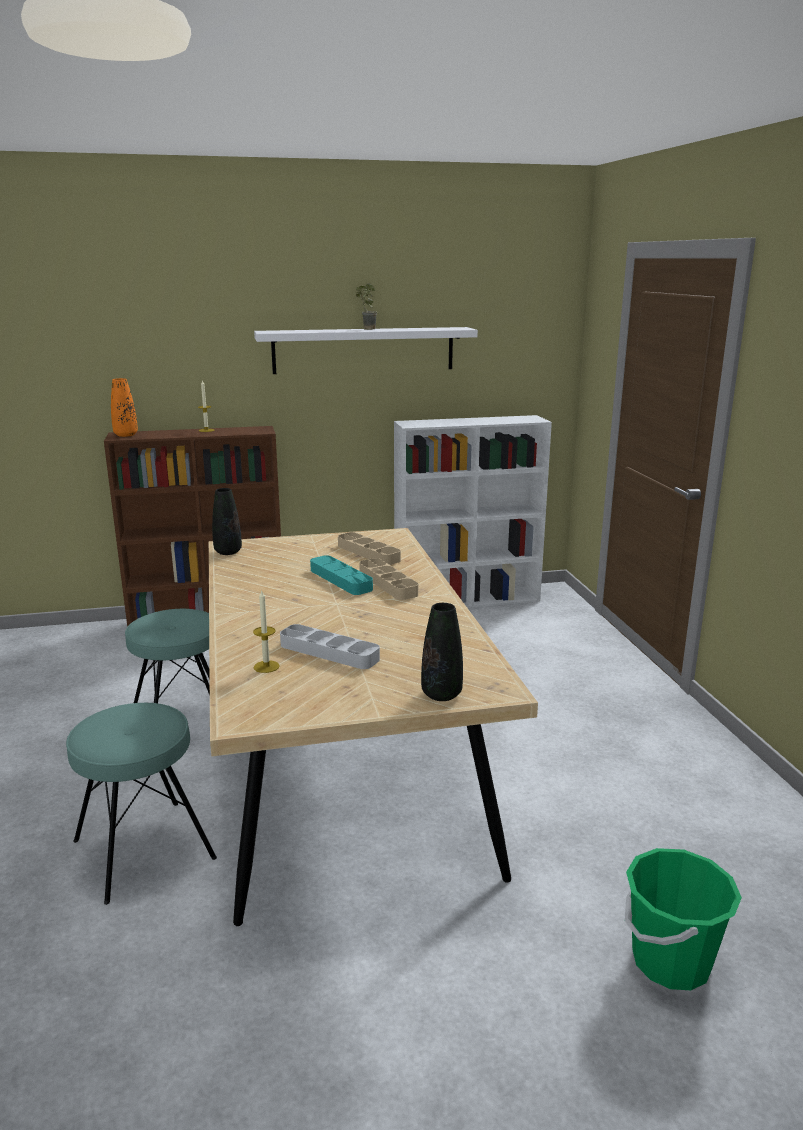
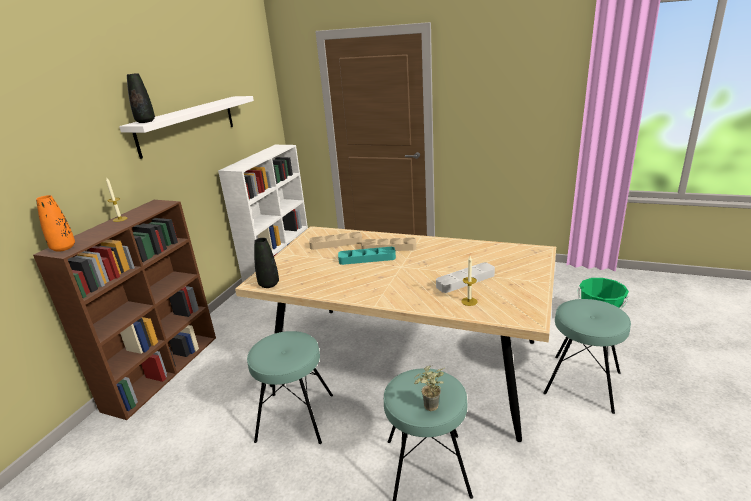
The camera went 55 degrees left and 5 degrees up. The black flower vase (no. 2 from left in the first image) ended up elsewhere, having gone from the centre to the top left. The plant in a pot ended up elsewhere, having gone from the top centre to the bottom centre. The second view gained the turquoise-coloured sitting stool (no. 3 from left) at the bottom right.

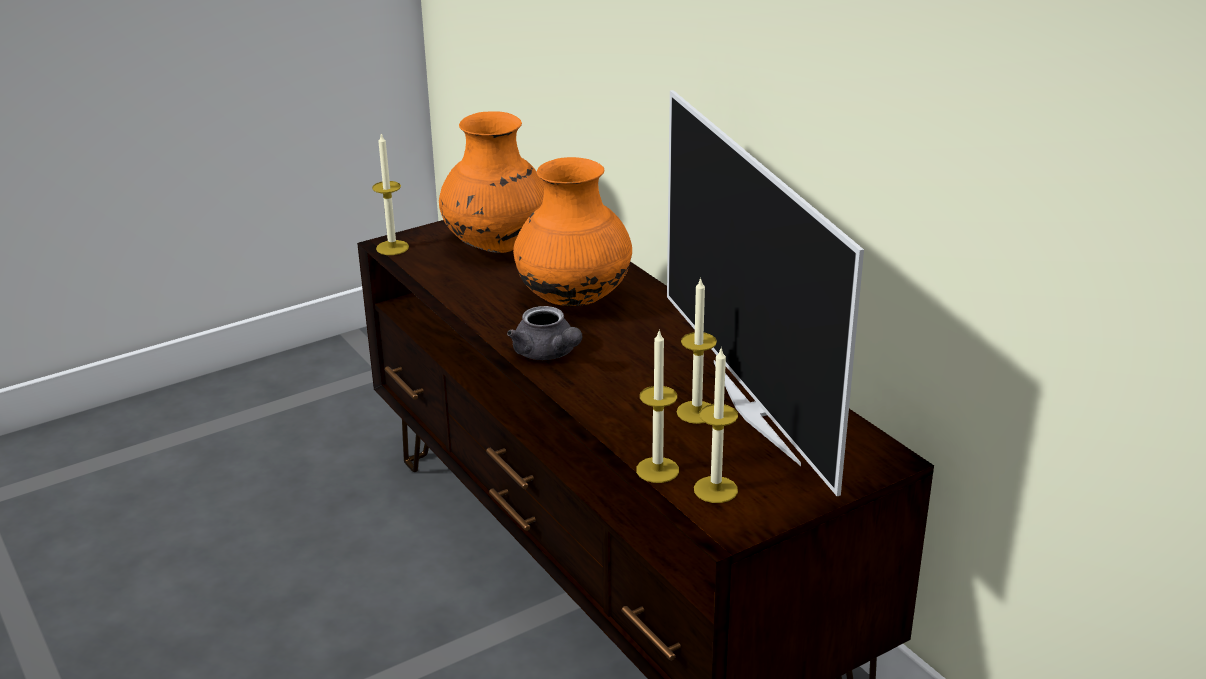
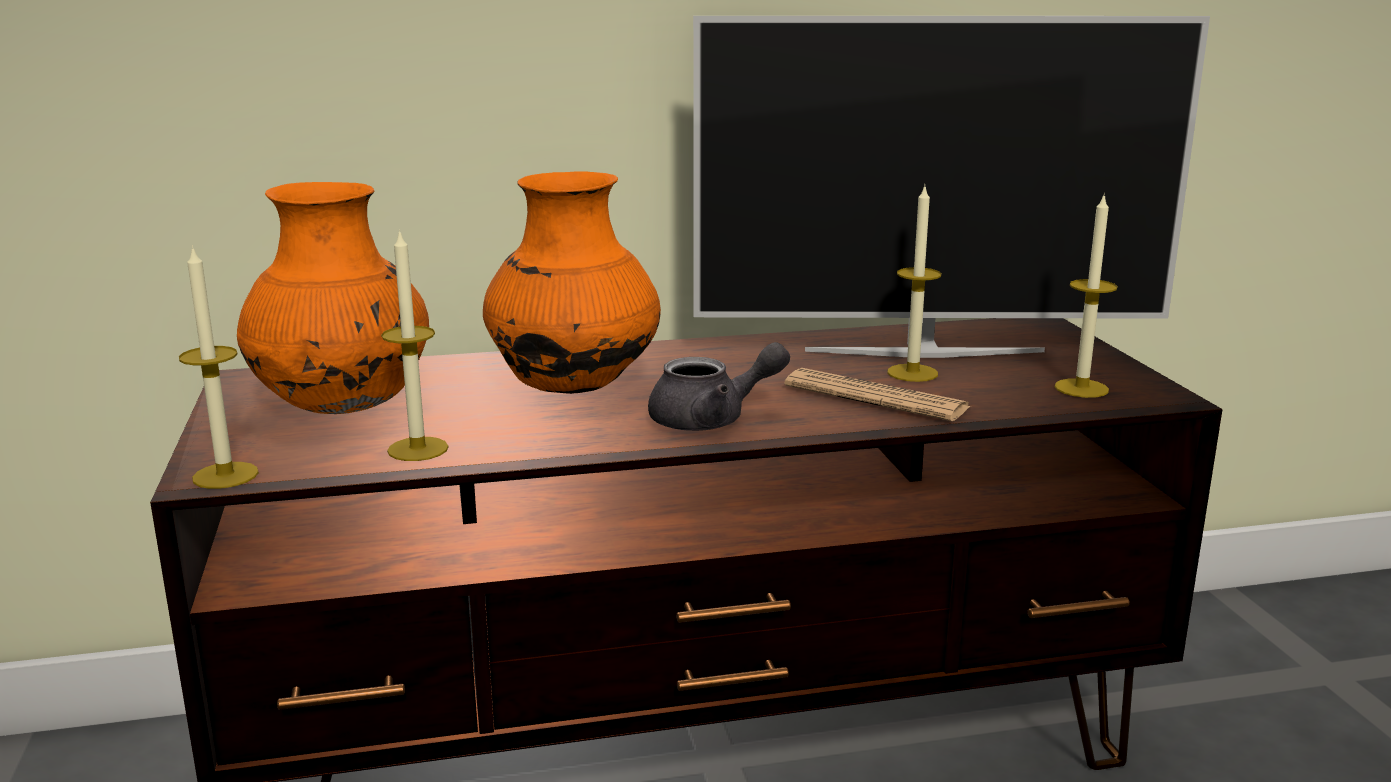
The camera went 70 degrees left and 10 degrees down. The candle (no. 2 from left) ended up elsewhere, having gone from the centre to the middle left. The second view gained the daily paper at the centre.

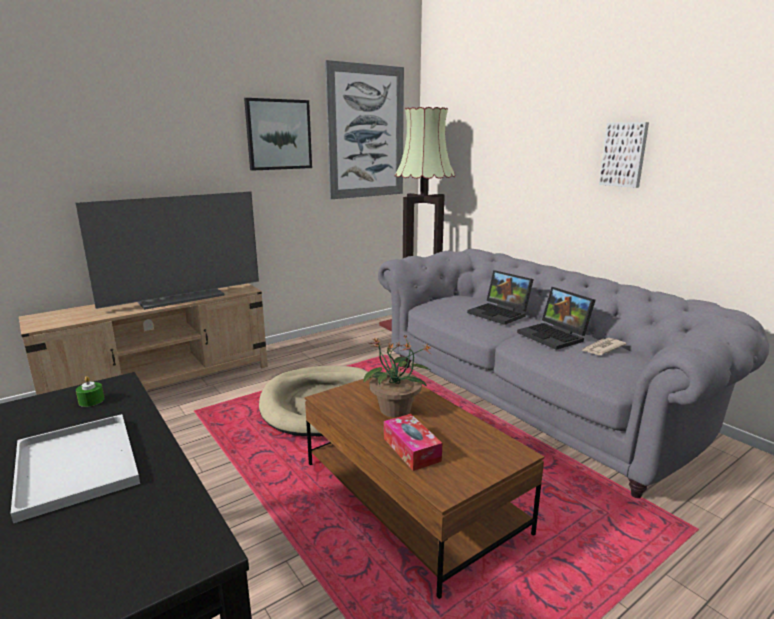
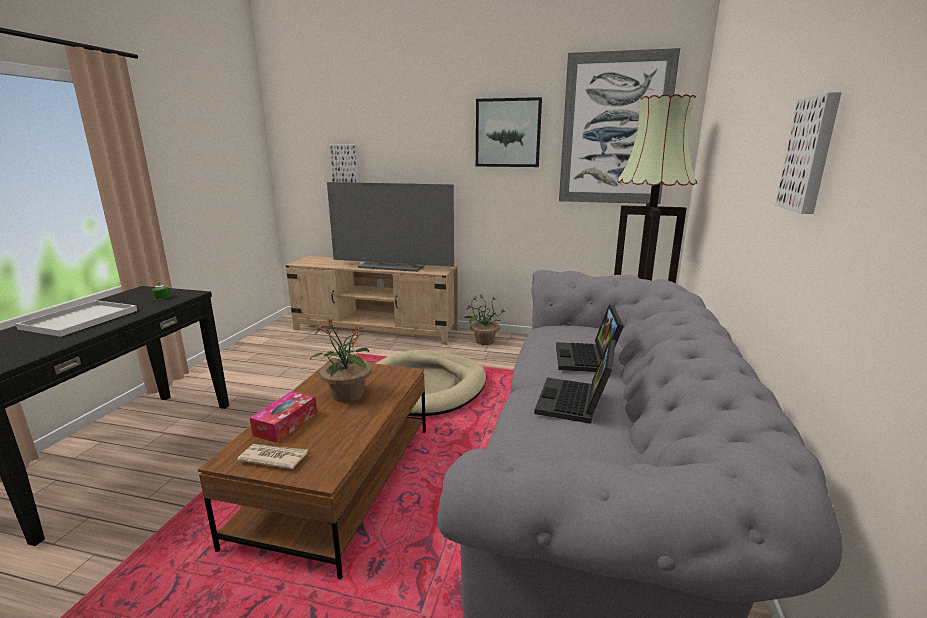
The camera went 50 degrees right and 0 degrees up. The daily paper ended up elsewhere, having gone from the middle right to the bottom left. The second view gained the picture (no. 1 from left) at the top centre. The second view gained the plant in a pot (no. 2 from left) at the centre.

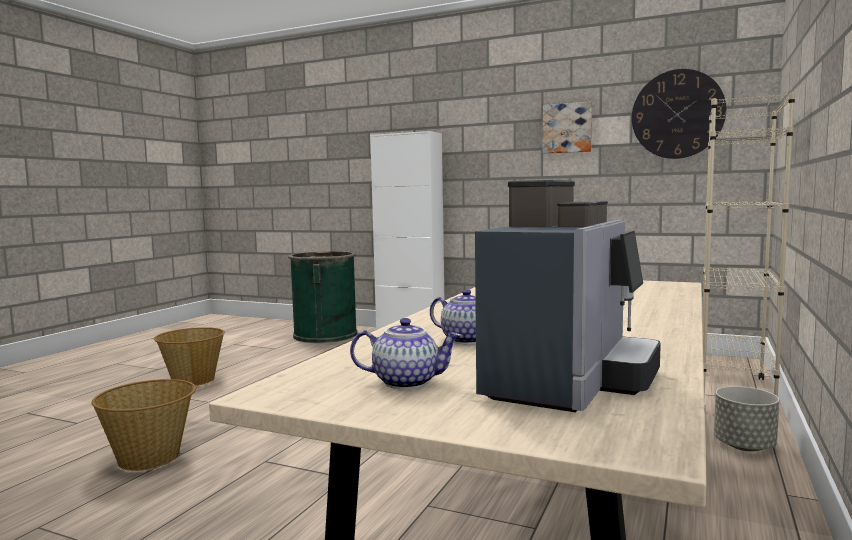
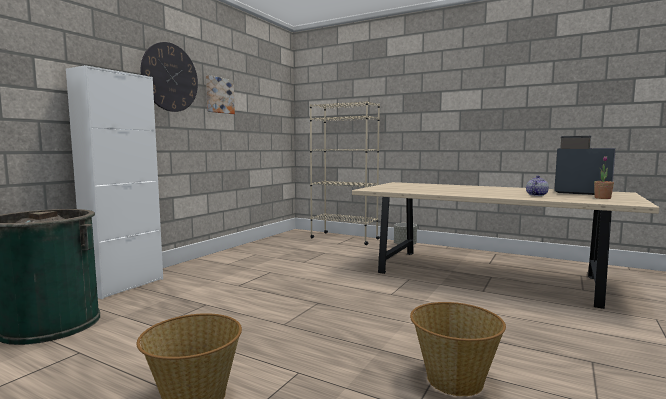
The camera went 85 degrees left and 0 degrees up. The wall clock ended up elsewhere, having gone from the top right to the top left. Where the tea pot (no. 1 from left) stood at the centre, the plant in a pot came to stand at the middle right.

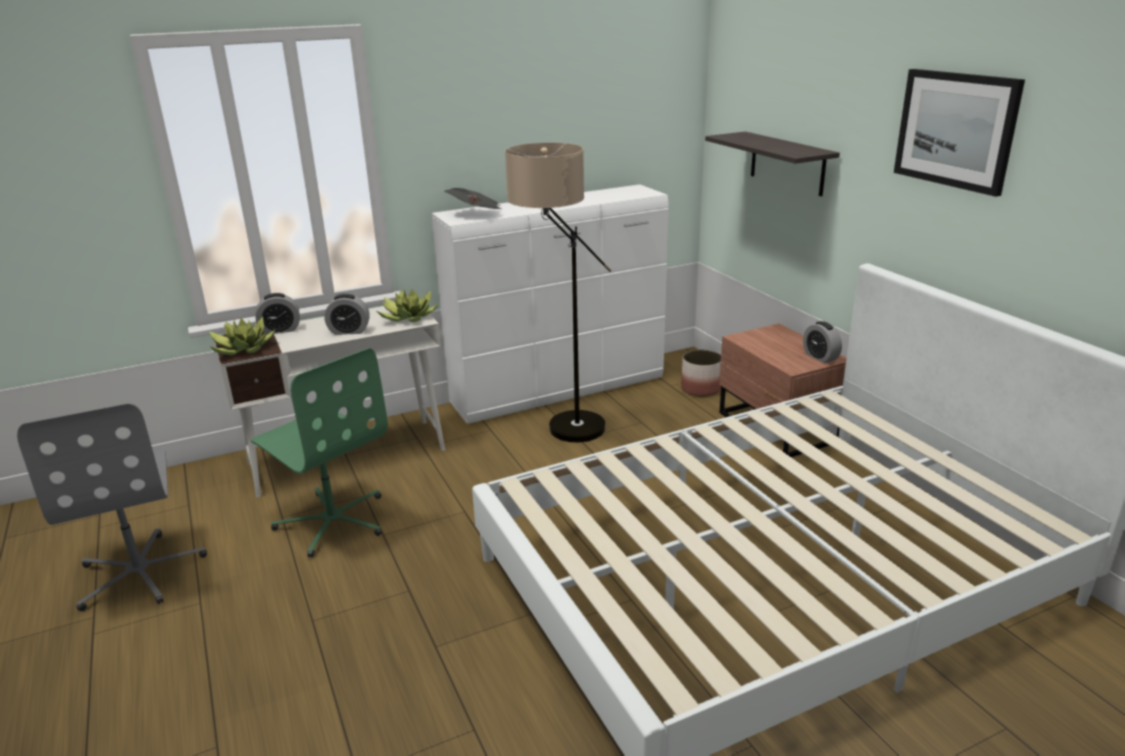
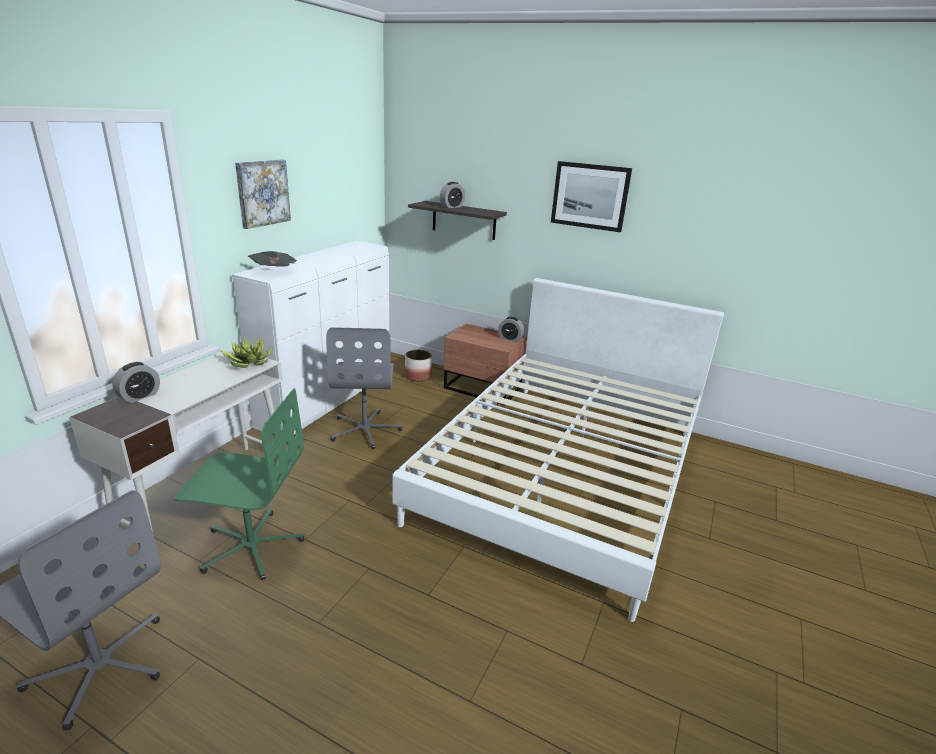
The camera went 40 degrees left and 0 degrees up. The second view gained the picture (no. 1 from left) at the top left. Where the standing lamp stood at the centre, the gray desk chair (no. 2 from left) came to stand at the centre. The alarm clock (no. 2 from left) ended up elsewhere, having gone from the middle left to the top centre. The second view lost the plant in a pot (no. 1 from left) at the middle left.

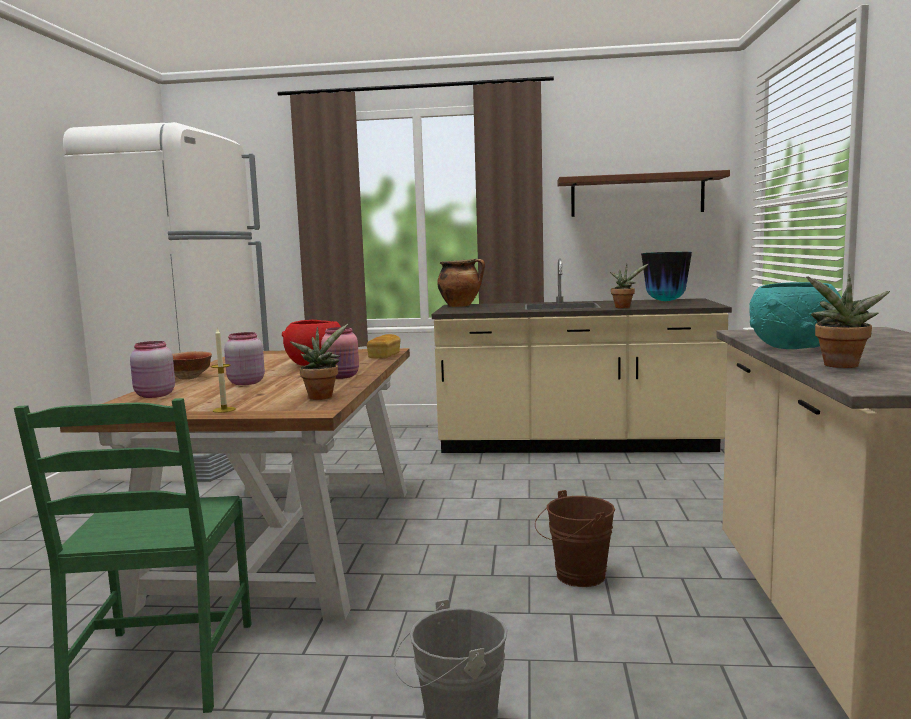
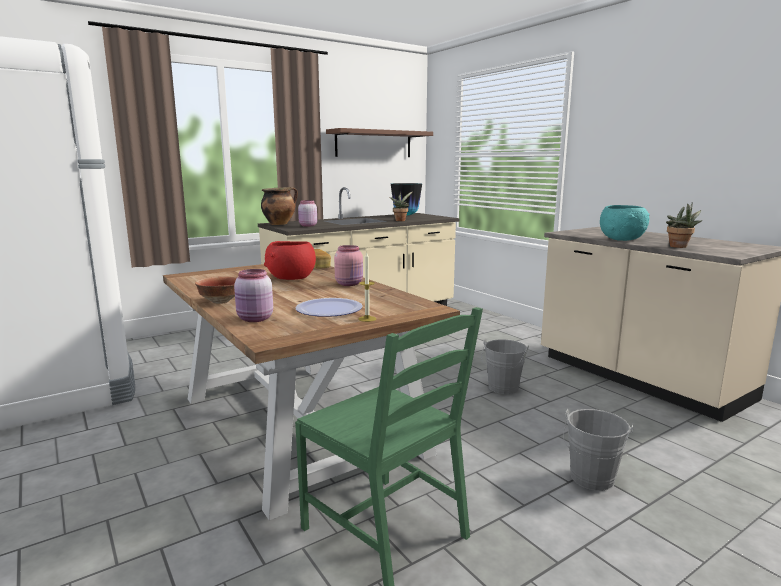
The camera went 40 degrees left and 5 degrees up. The second view gained the dinner plate at the centre. The pinkish jar (no. 2 from left) ended up elsewhere, having gone from the middle left to the centre. What was the brown-coloured pail at the bottom centre turned into the gray pail (no. 1 from left) at the centre. The second view lost the plant in a pot (no. 1 from left) at the centre.

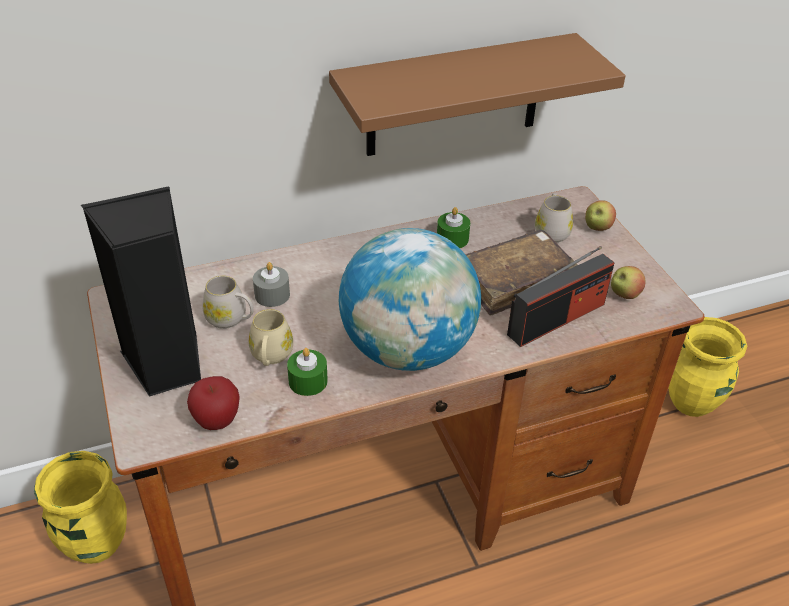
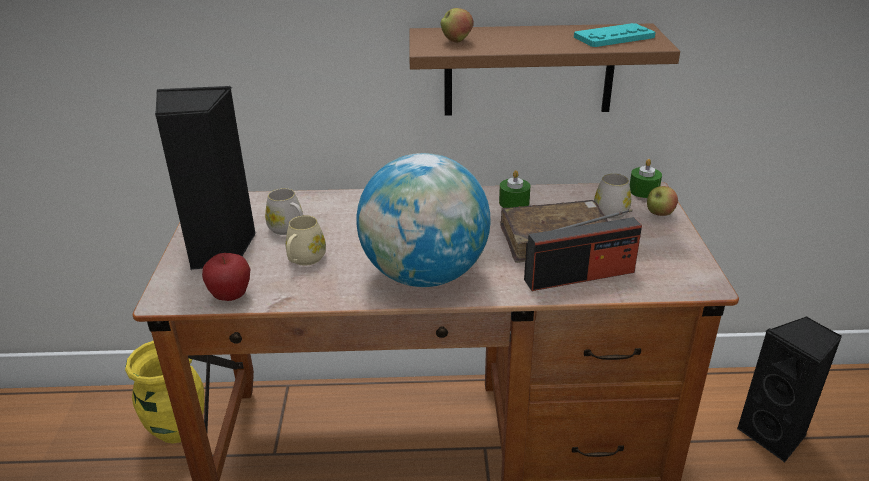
The camera went 20 degrees right and 10 degrees down. The apple (no. 3 from left in the first image) ended up elsewhere, having gone from the middle right to the top centre. The second view gained the turquoise-coloured joypad at the top right. The green candle (no. 1 from left in the first image) ended up elsewhere, having gone from the centre to the middle right. Where the yellow-coloured flower vase (no. 2 from left) stood at the middle right, the black loudspeaker (no. 2 from left) came to stand at the bottom right. The second view lost the gray candle at the centre.

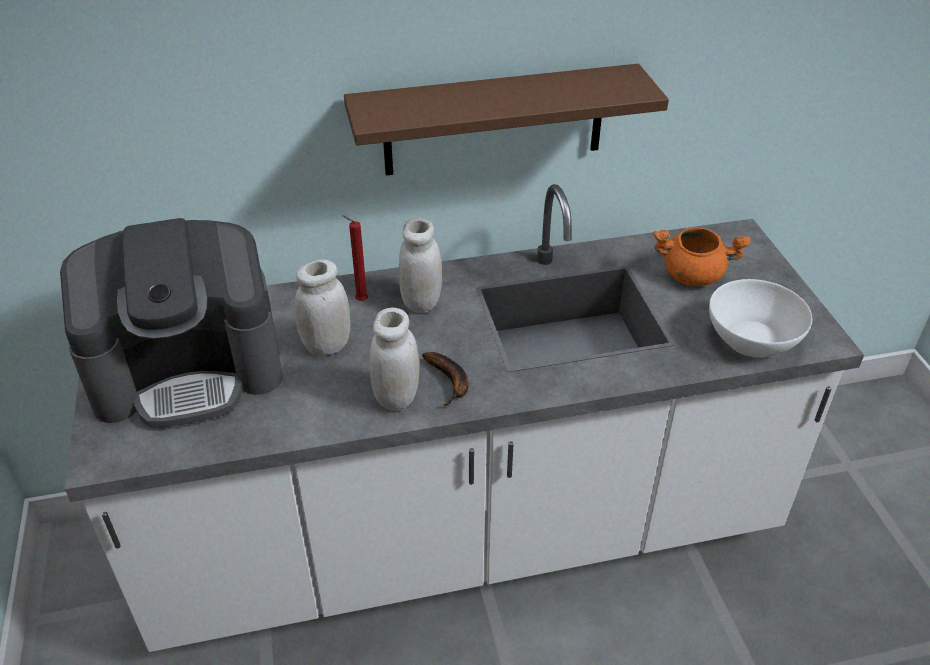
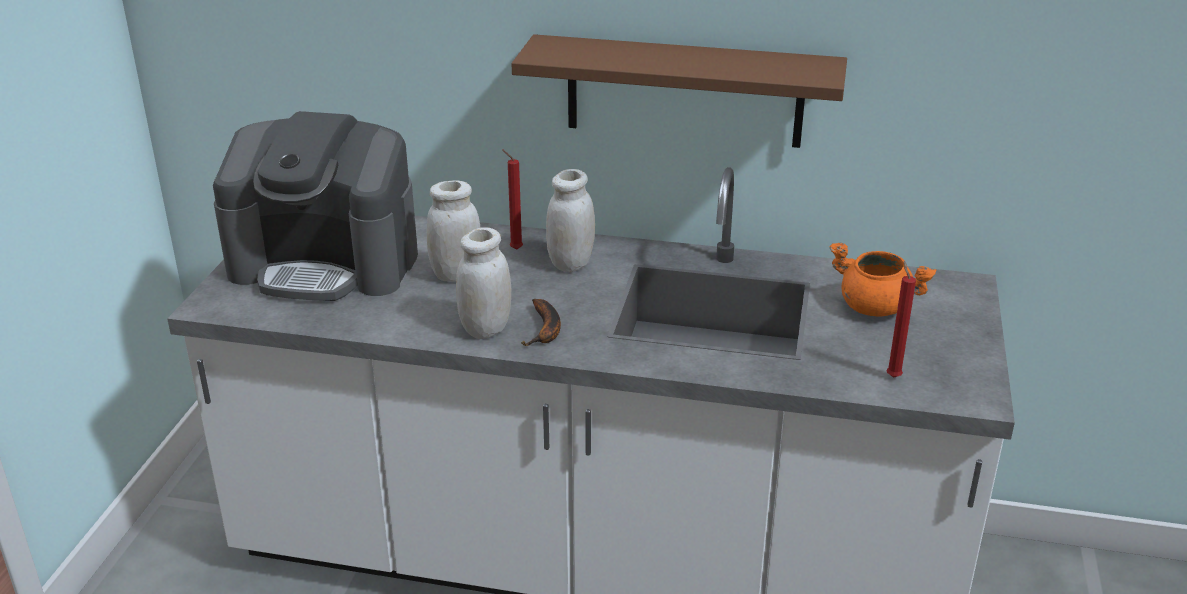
The camera went 25 degrees right and 10 degrees down. Where the whitish deep dish stood at the middle right, the red candle (no. 2 from left) came to stand at the middle right.

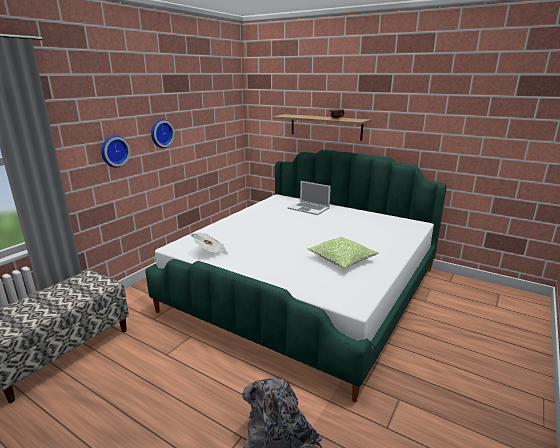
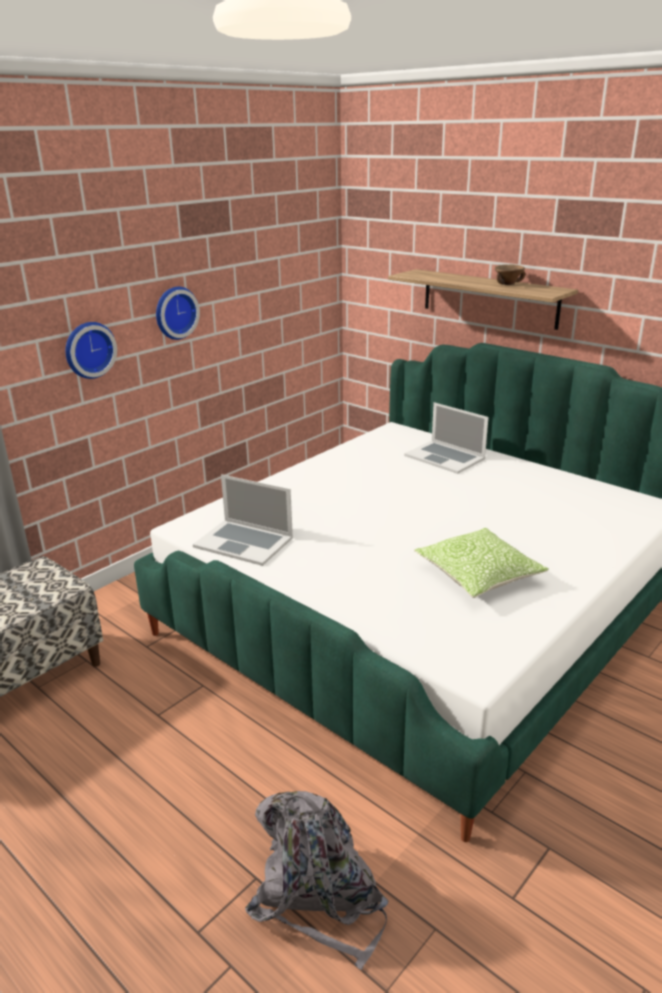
The camera went 10 degrees right and 5 degrees up. Where the daily paper stood at the centre, the laptop (no. 1 from left) came to stand at the centre.

